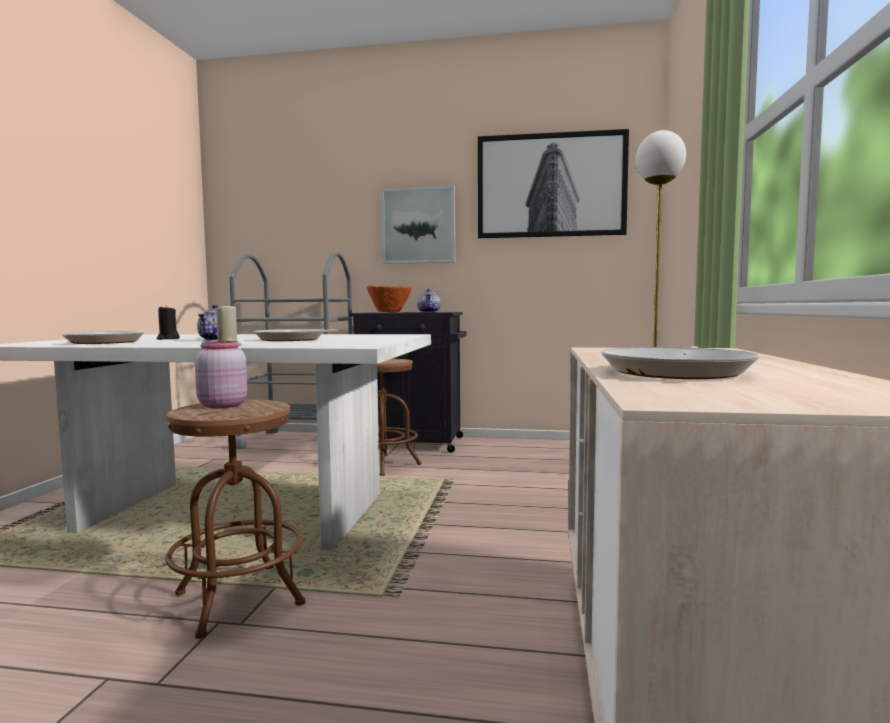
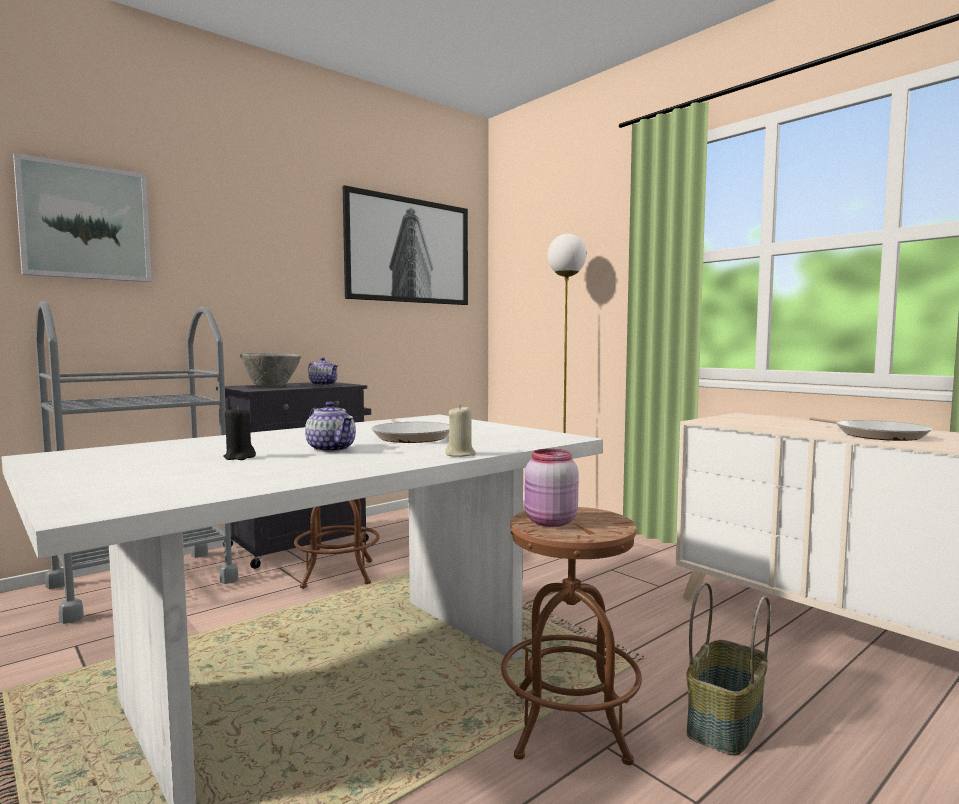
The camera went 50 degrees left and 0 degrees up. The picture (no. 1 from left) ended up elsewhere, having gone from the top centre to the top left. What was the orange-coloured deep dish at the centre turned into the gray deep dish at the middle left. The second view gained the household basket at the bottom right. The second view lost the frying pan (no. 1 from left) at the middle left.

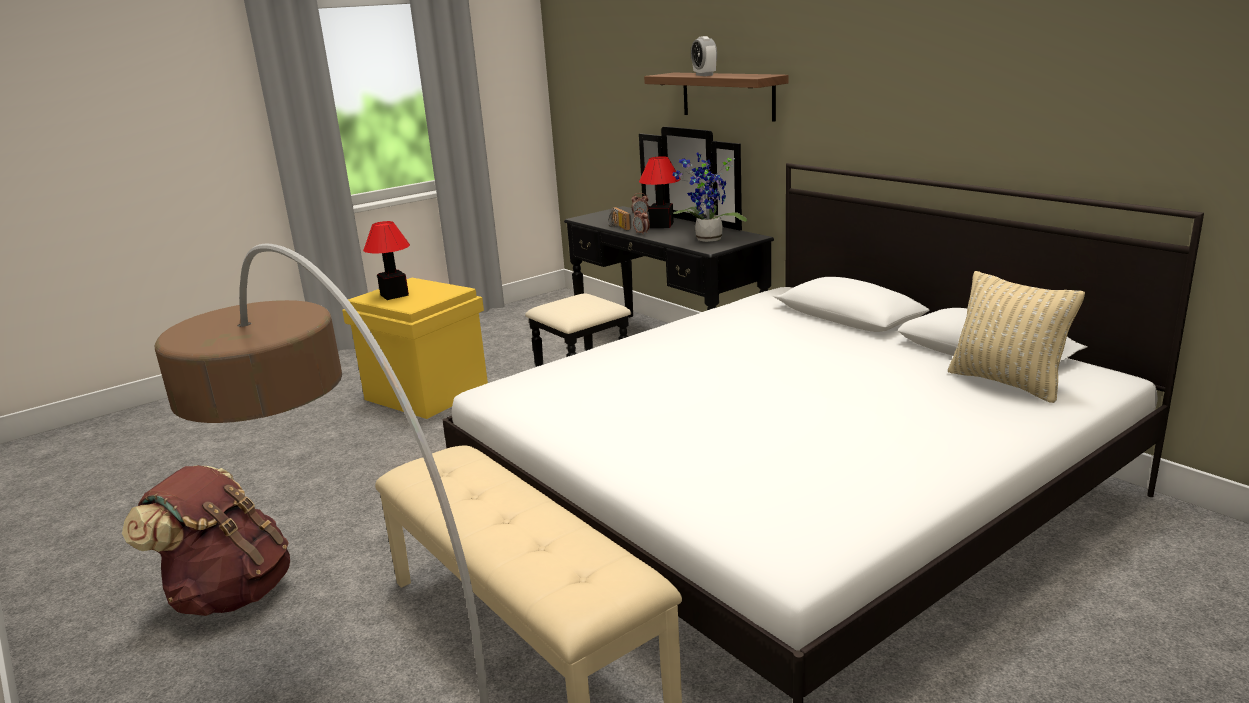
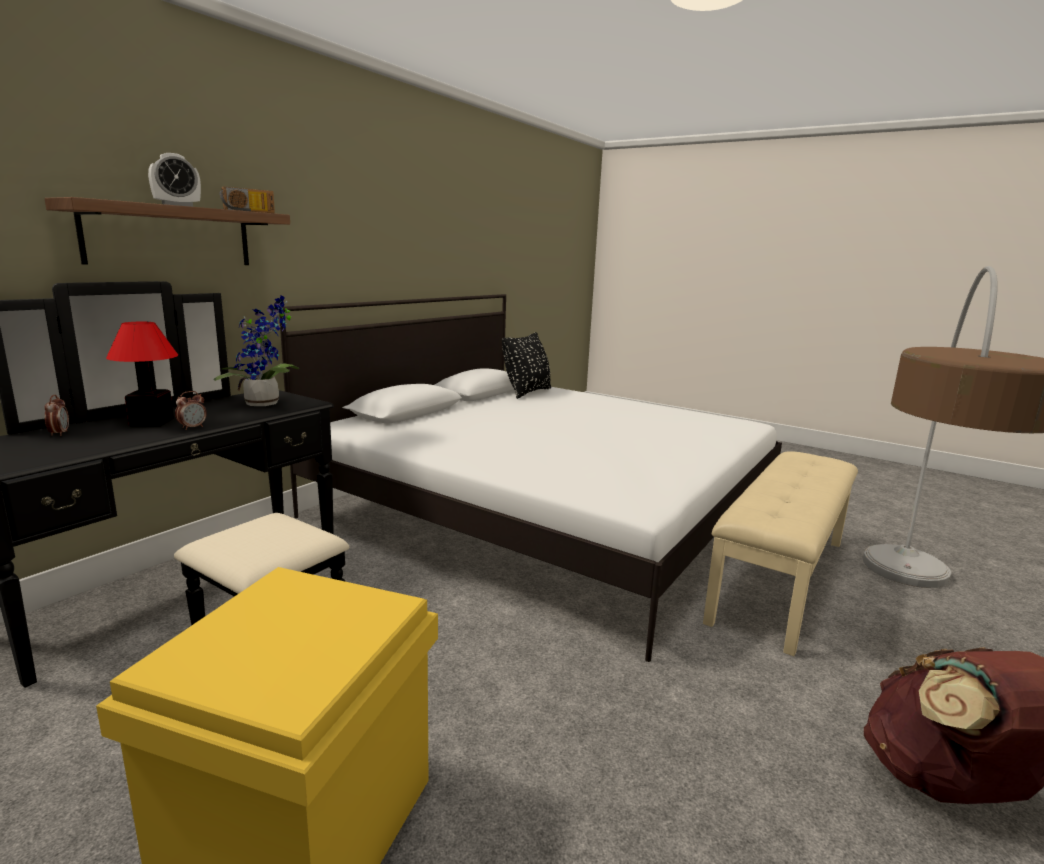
The camera went 110 degrees left and 5 degrees down. The radio set ended up elsewhere, having gone from the top centre to the top left. What was the beige pillow at the middle right turned into the black pillow at the centre. The second view lost the lamp for a table (no. 1 from left) at the middle left.

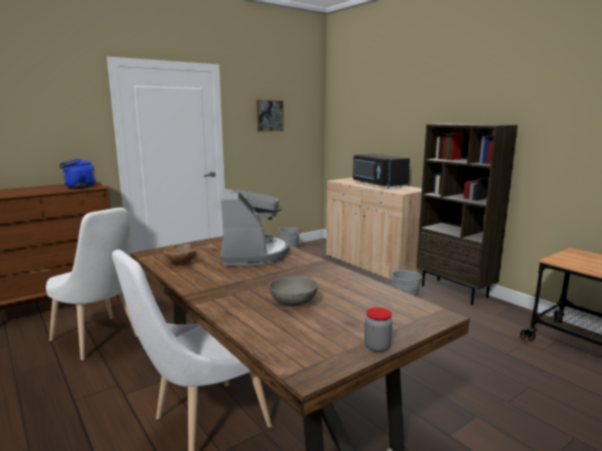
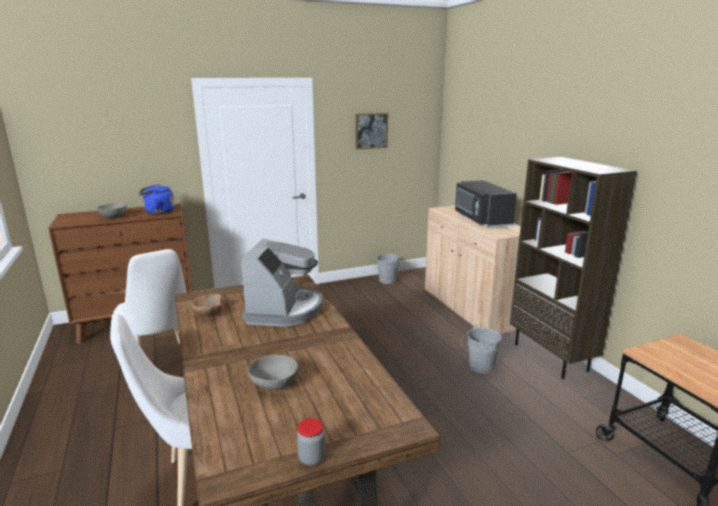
The camera went 15 degrees right and 5 degrees up. The second view gained the gray deep dish (no. 1 from left) at the middle left.

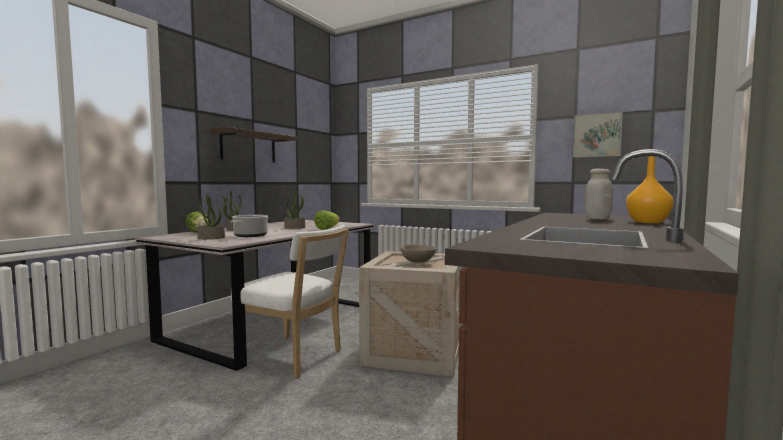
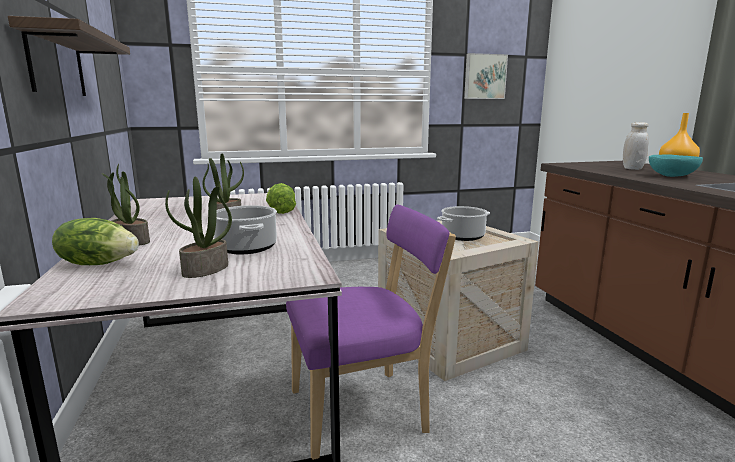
The camera went 45 degrees left and 10 degrees up. What was the whitish upright chair at the bottom centre turned into the purple-coloured upright chair at the bottom centre. Where the beige deep dish stood at the centre, the saucepot (no. 2 from left) came to stand at the centre. The second view gained the turquoise-coloured deep dish at the middle right.

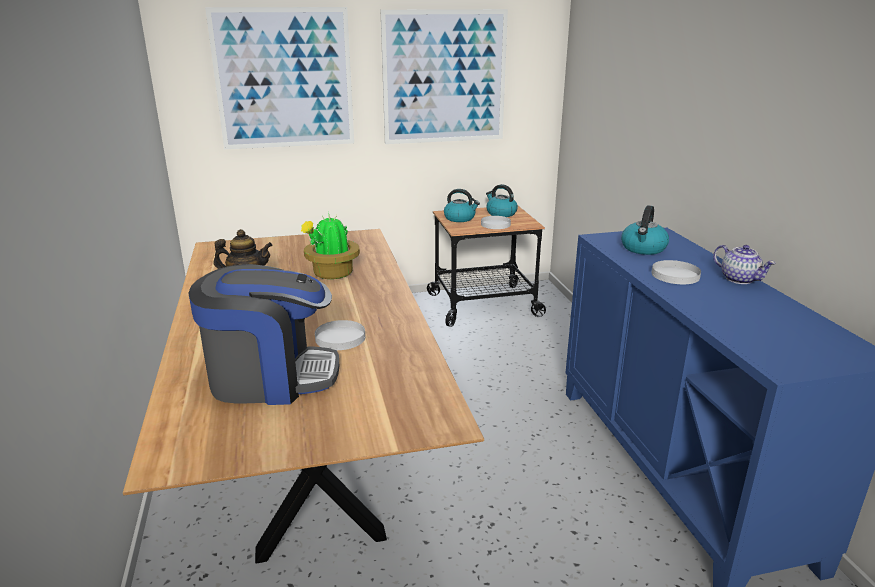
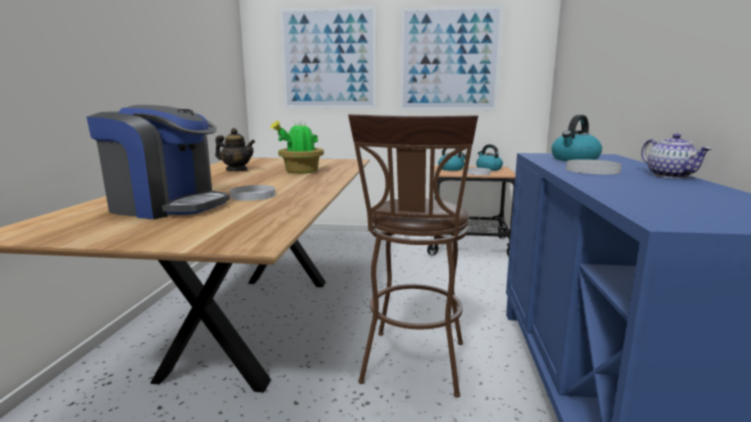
The camera went 20 degrees right and 10 degrees down. The second view gained the brown-coloured sitting stool at the centre.

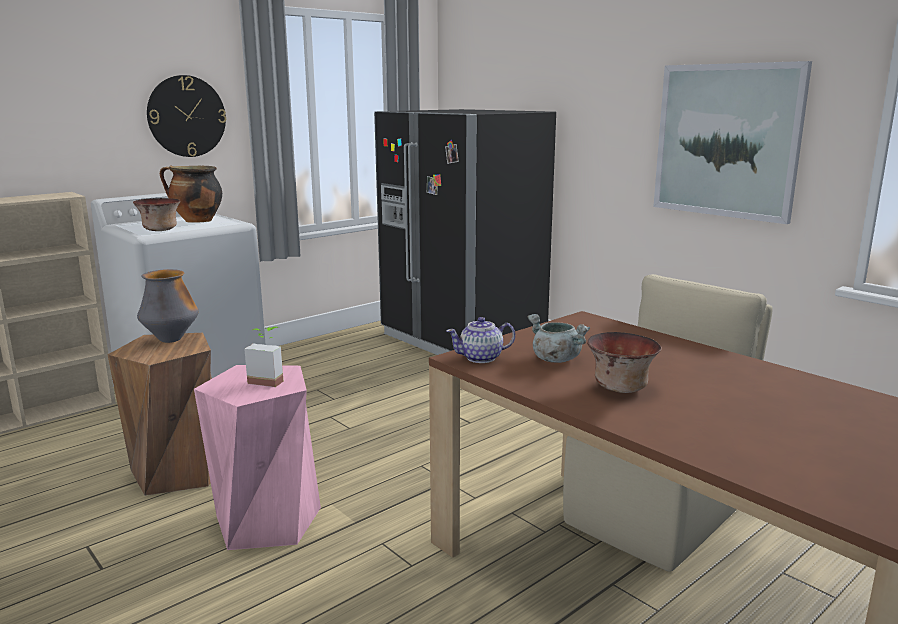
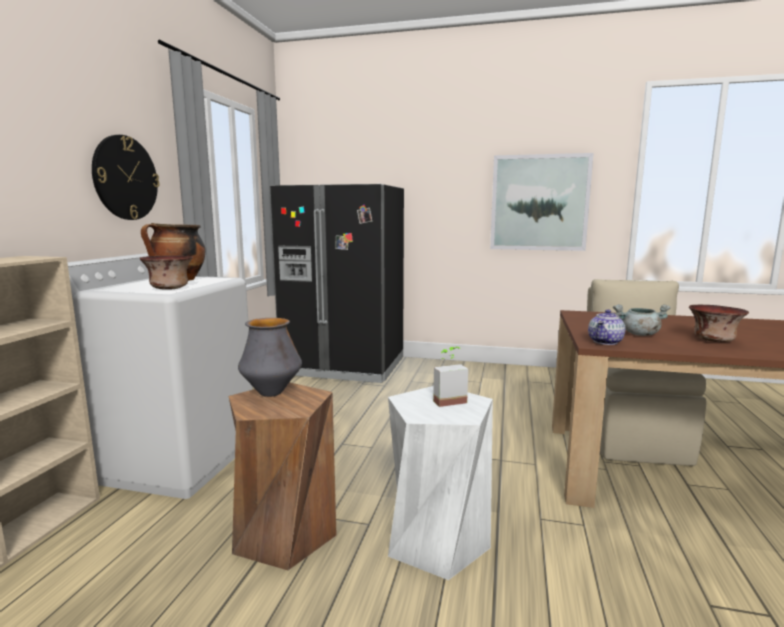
The camera went 35 degrees left and 5 degrees down. What was the pinkish sitting stool at the bottom left turned into the whitish sitting stool at the bottom centre.

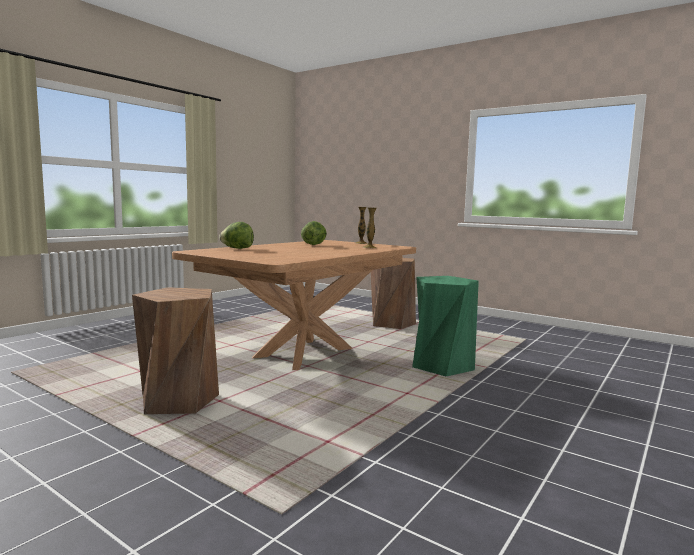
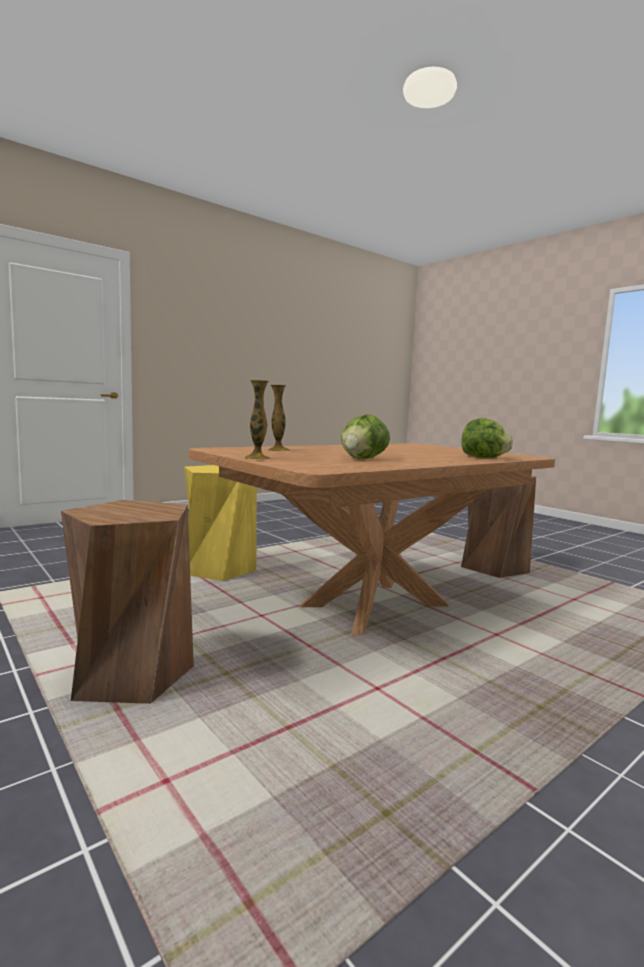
The camera went 165 degrees left and 0 degrees up. What was the green sitting stool at the centre turned into the yellow-coloured sitting stool at the centre.

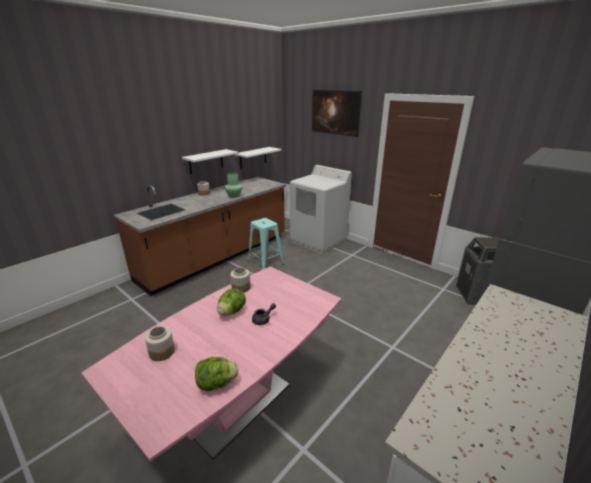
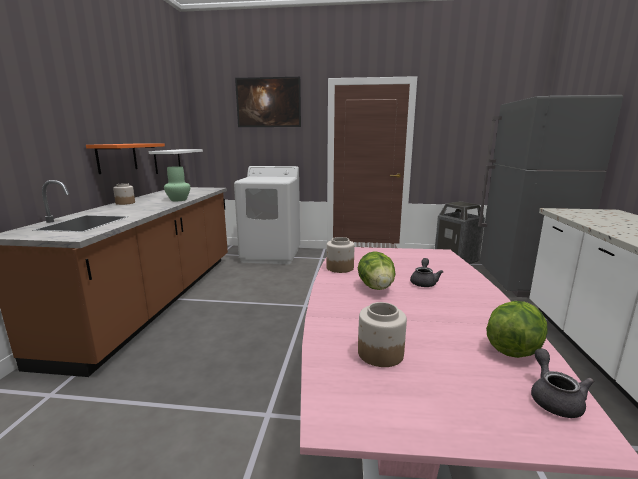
The camera went 35 degrees left and 10 degrees down. What was the whitish shelf (no. 1 from left) at the centre turned into the orange-coloured shelf at the top left. The second view gained the gray tea pot (no. 2 from left) at the bottom right. The second view lost the turquoise-coloured sitting stool at the centre.

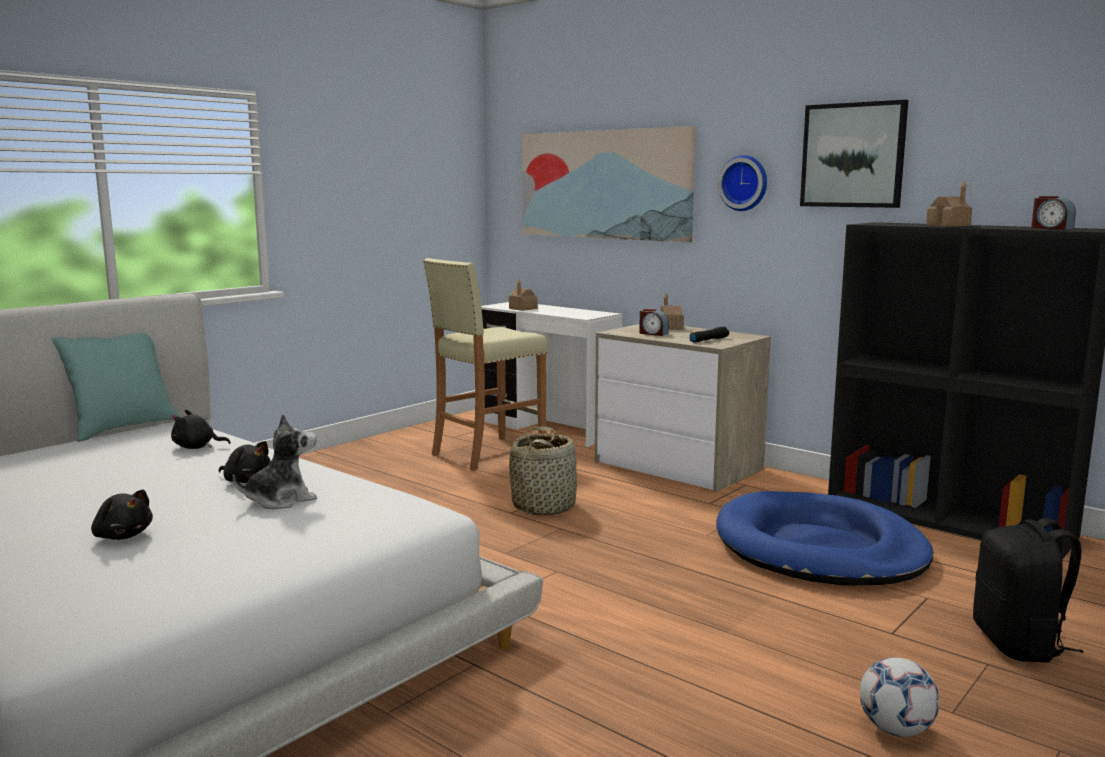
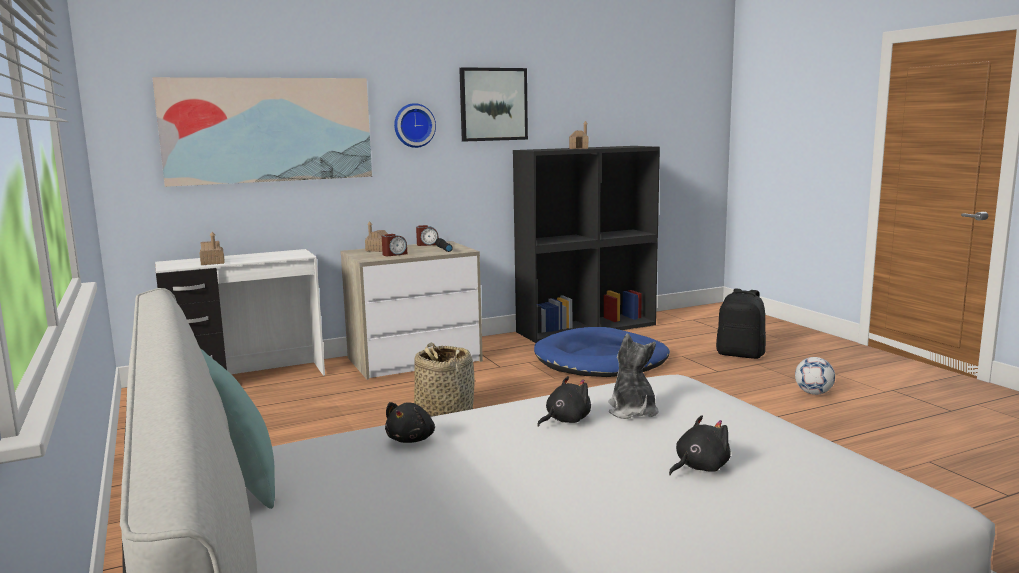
The camera went 65 degrees left and 0 degrees up. The alarm clock (no. 2 from left) ended up elsewhere, having gone from the top right to the centre. The second view lost the beige sitting stool at the centre.

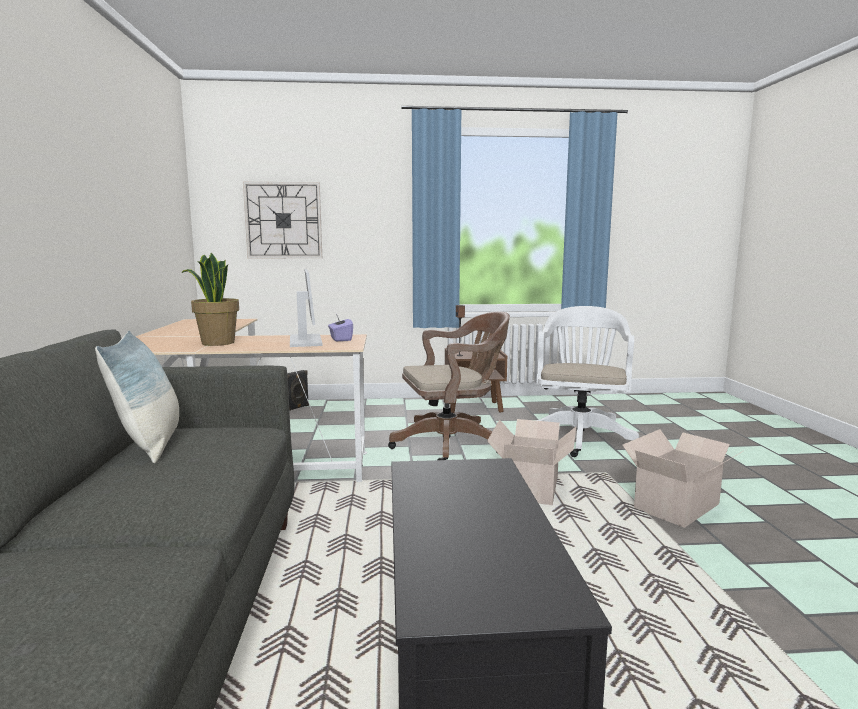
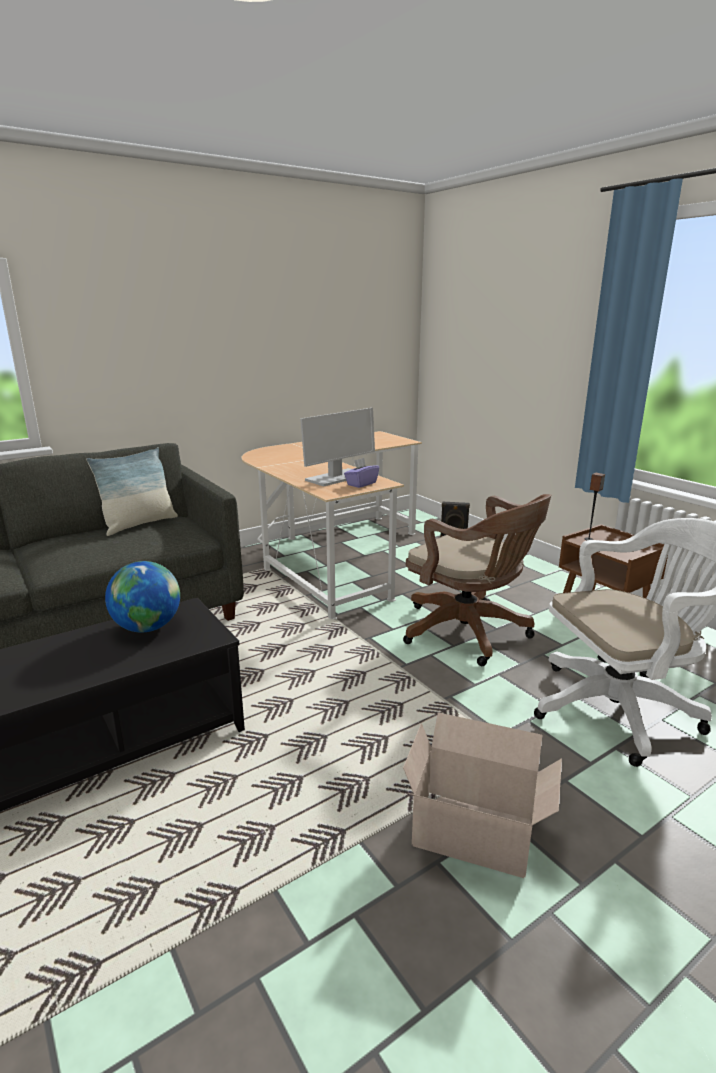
The camera went 60 degrees right and 10 degrees up. The second view gained the desk globe at the middle left. The second view lost the plant in a pot at the middle left. The second view lost the wall clock at the top left. The second view lost the packing box (no. 1 from left) at the centre.

